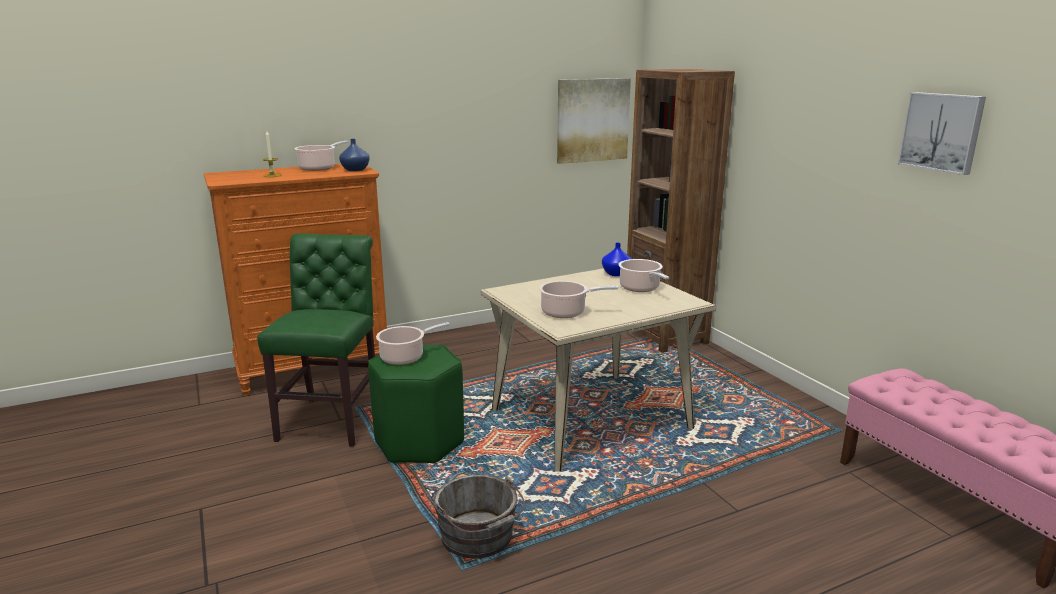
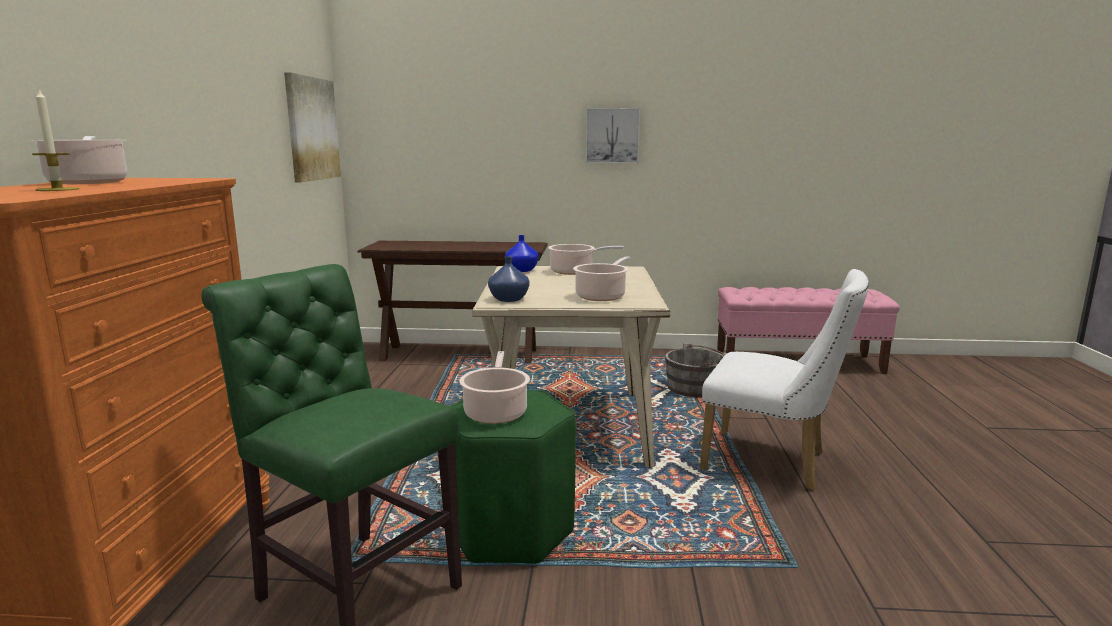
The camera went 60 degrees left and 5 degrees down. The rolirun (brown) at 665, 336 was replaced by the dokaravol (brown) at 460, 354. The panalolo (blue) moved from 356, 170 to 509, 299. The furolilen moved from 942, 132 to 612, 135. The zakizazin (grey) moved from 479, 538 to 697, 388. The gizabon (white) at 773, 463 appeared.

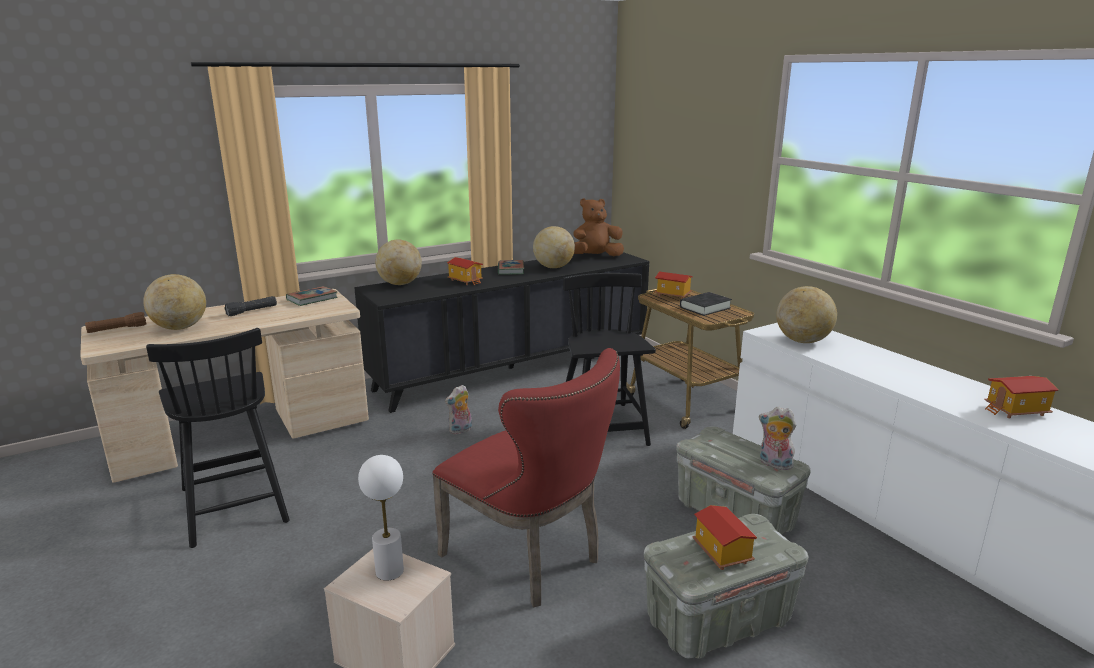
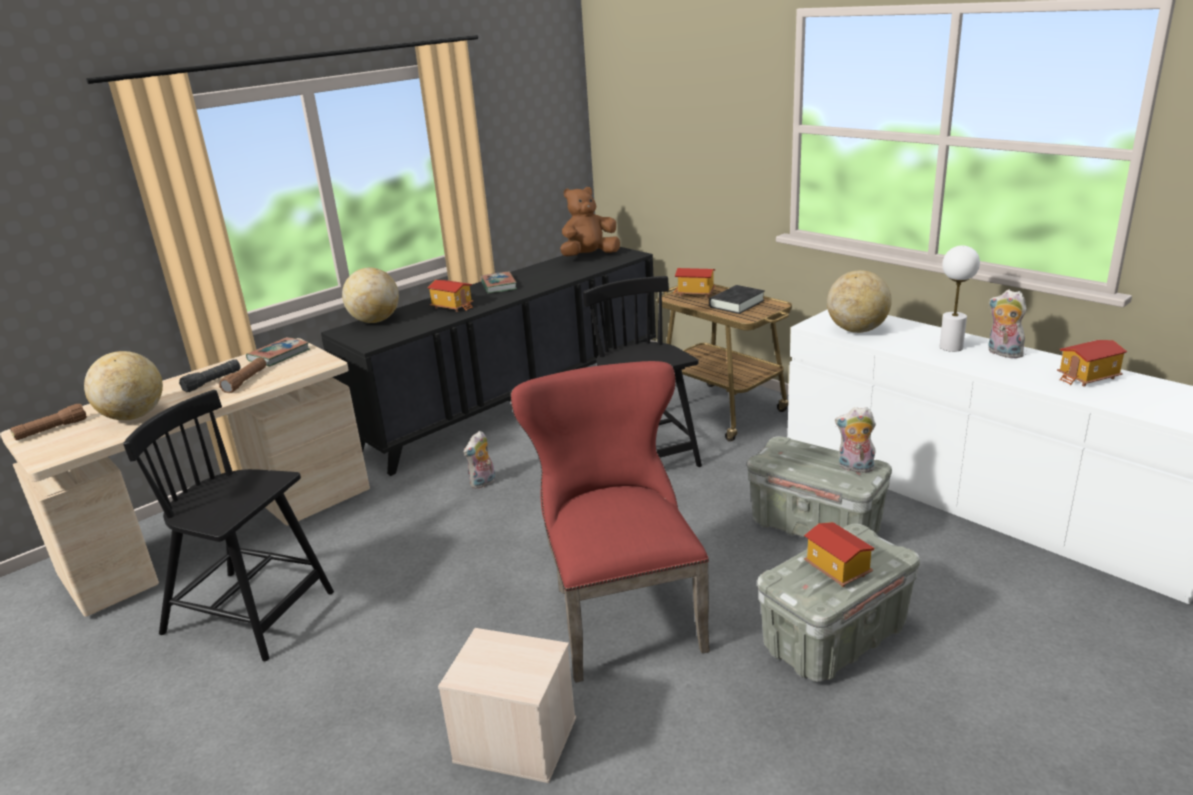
The camera went 10 degrees left and 5 degrees up. The gizabon (black) at 234, 503 turned 150 degrees clockwise. The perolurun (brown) at 246, 381 appeared. The gizabon (red) at 530, 559 turned 135 degrees counterclockwise. The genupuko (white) moved from 390, 571 to 951, 347. The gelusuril at 1002, 353 appeared. The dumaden at 553, 267 disappeared.

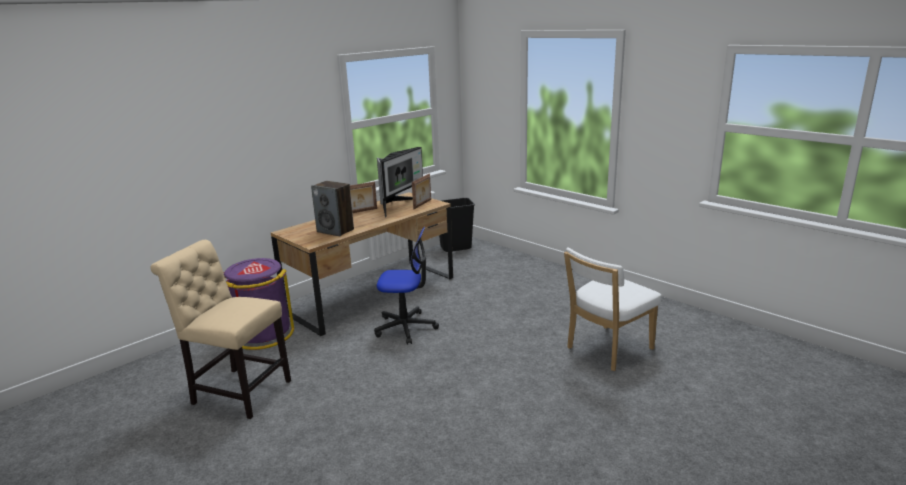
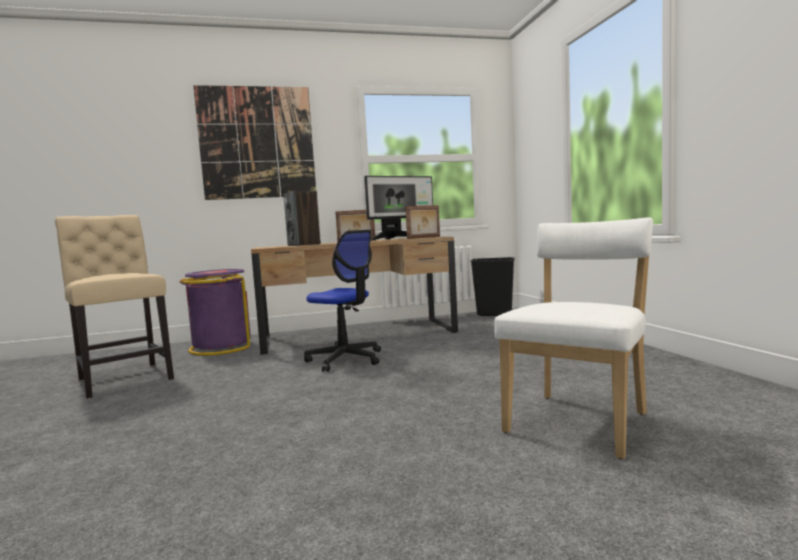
The camera went 30 degrees right and 15 degrees down. The furolilen at 257, 142 appeared. The gizabon (white) at 606, 349 turned 135 degrees clockwise.

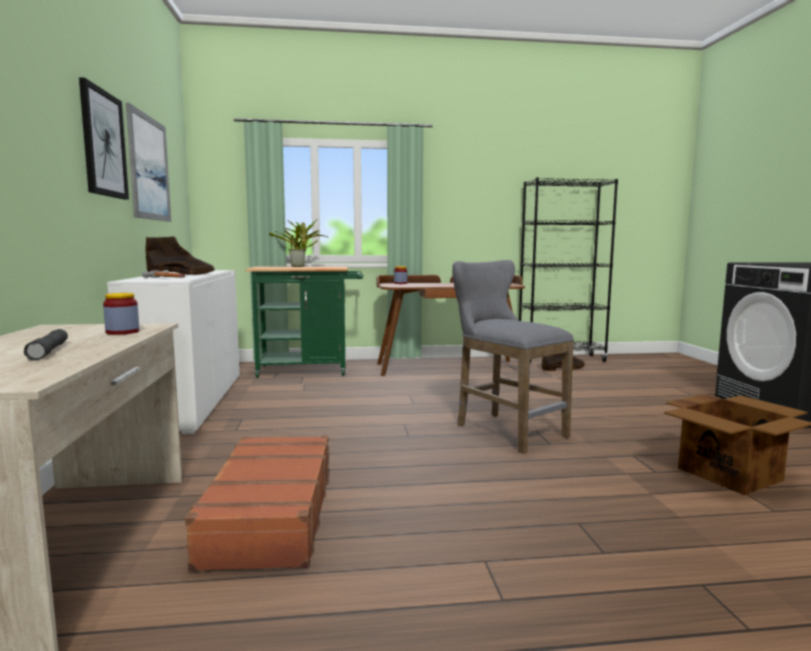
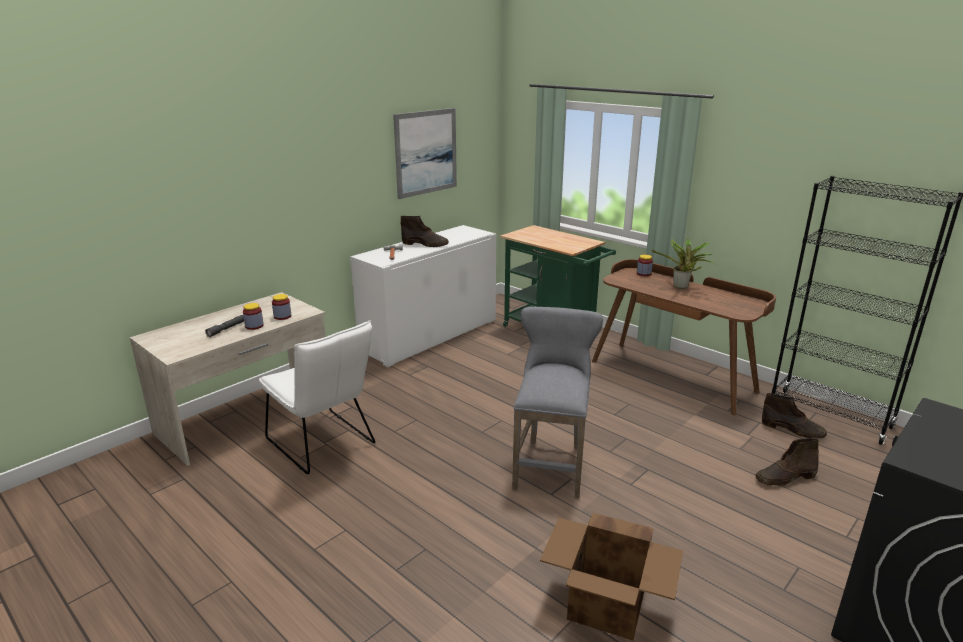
The camera went 50 degrees right and 15 degrees up. The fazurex at 254, 326 appeared. The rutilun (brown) at 269, 516 was replaced by the gizabon (white) at 324, 444. The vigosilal moved from 299, 266 to 681, 287. The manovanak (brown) at 785, 478 appeared. The furolilen at 103, 144 disappeared.

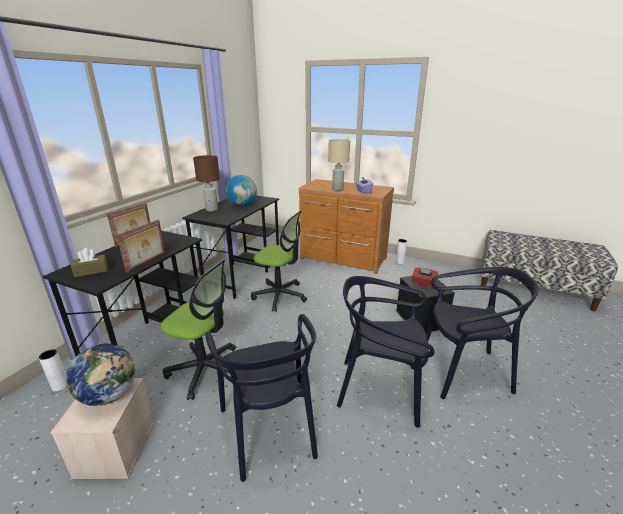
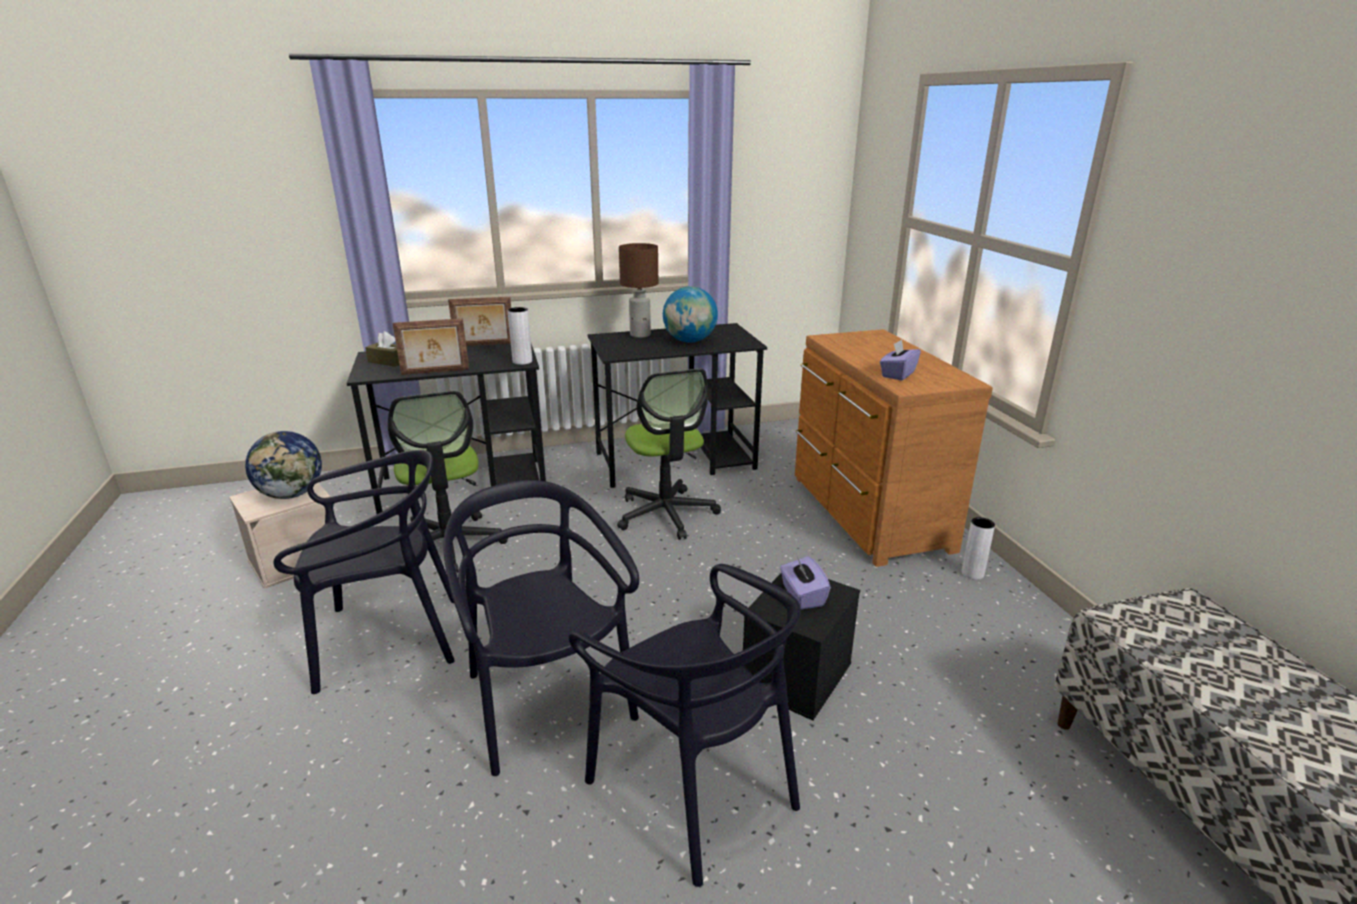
The camera went 50 degrees right and 0 degrees up. The gizabon (black) at 269, 429 turned 135 degrees counterclockwise. The panalolo (white) moved from 60, 385 to 522, 361. The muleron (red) at 423, 283 became the muleron (purple) at 802, 596. The genupuko (beige) at 337, 189 disappeared.

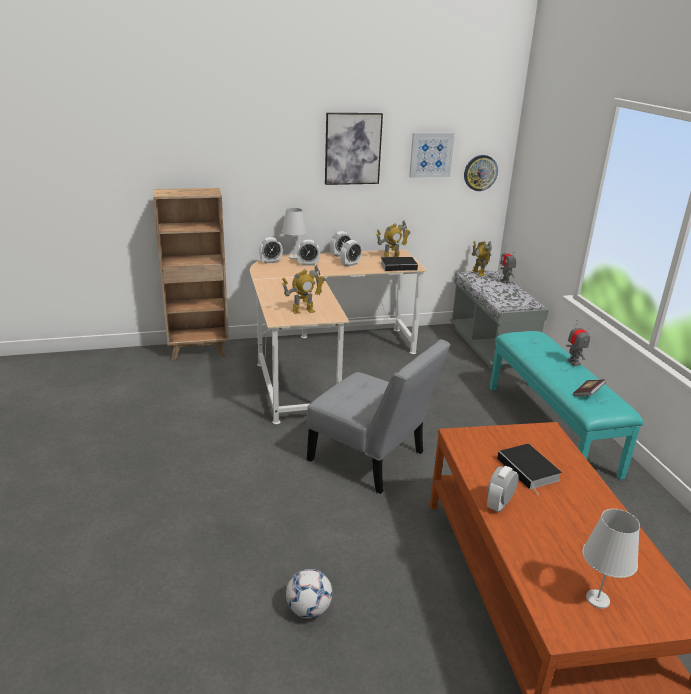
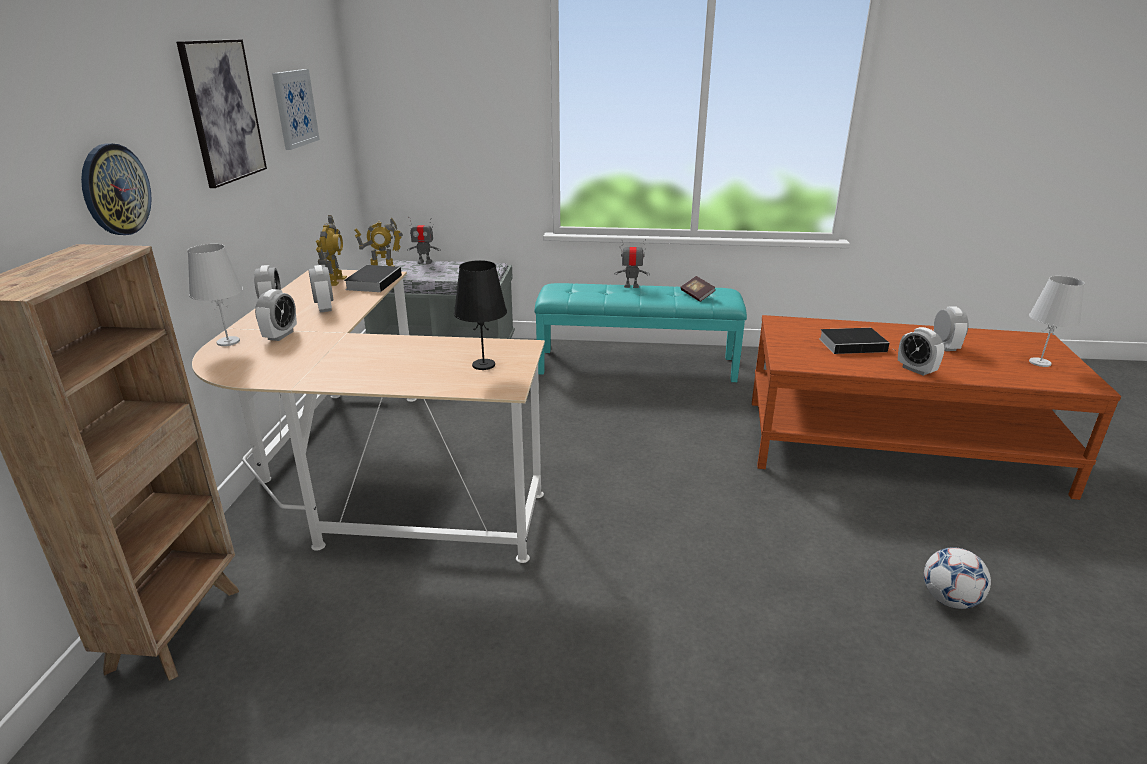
The camera went 70 degrees left and 0 degrees up. The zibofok moved from 480, 172 to 115, 190. The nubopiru at 303, 311 was replaced by the genupuko (black) at 484, 365. The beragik moved from 271, 261 to 945, 346. The gizabon (grey) at 371, 459 disappeared.

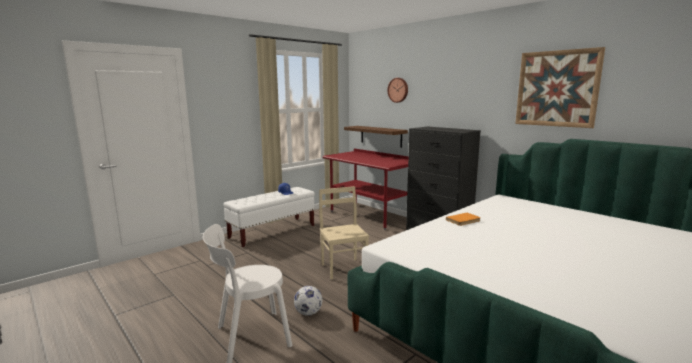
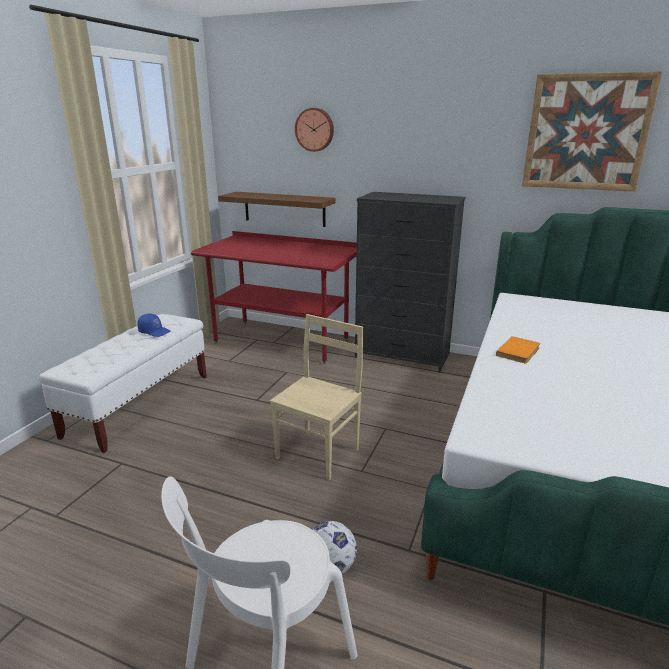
The camera went 25 degrees left and 10 degrees up. The gizabon (beige) at 344, 268 turned 75 degrees clockwise.

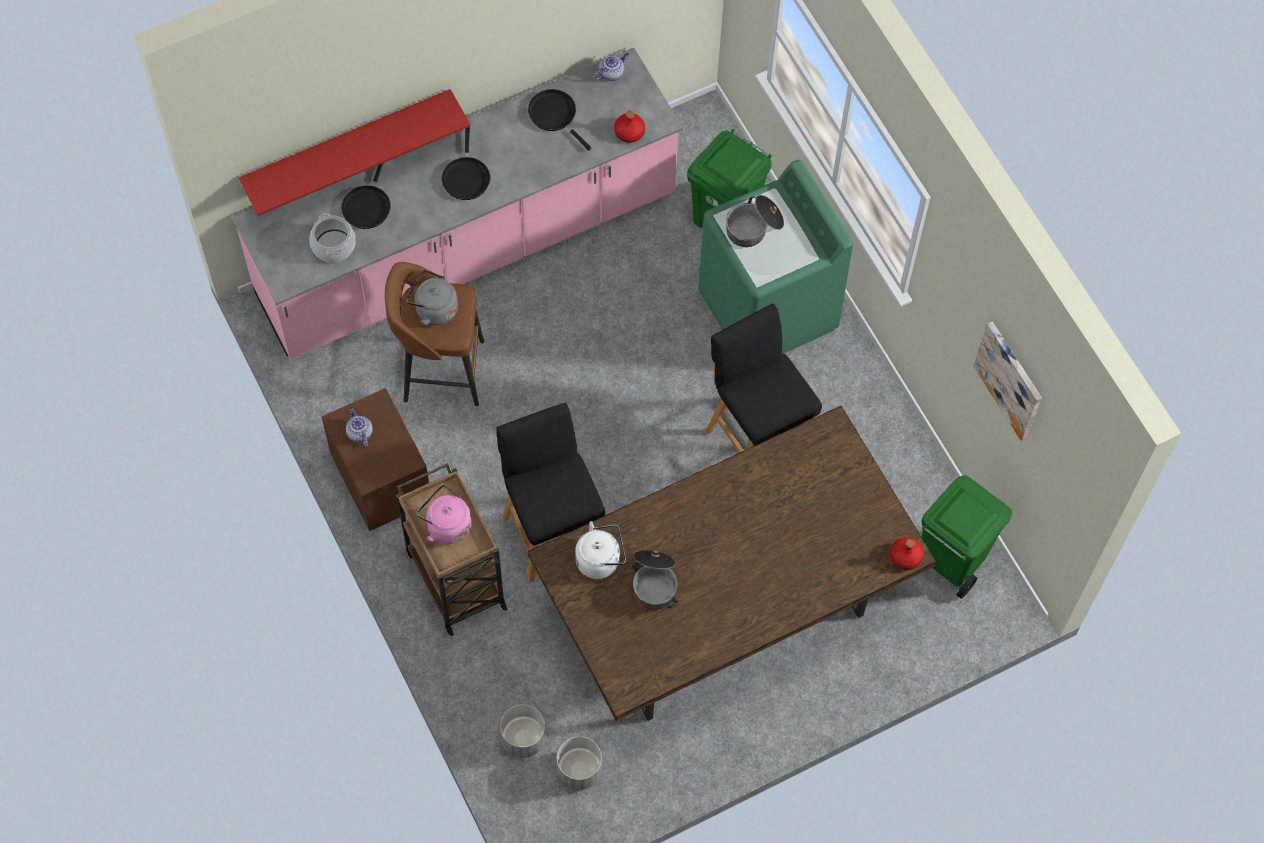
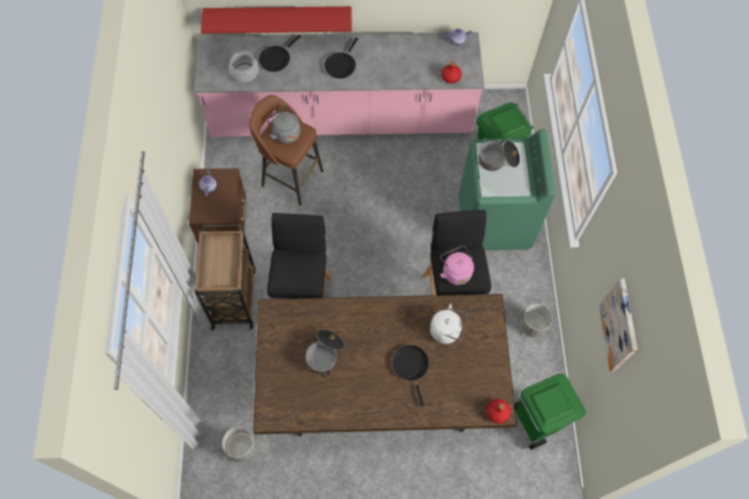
The camera went 25 degrees right and 0 degrees up. The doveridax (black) moved from 554, 115 to 411, 367. The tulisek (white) moved from 600, 560 to 447, 331. The tulisek (pink) moved from 446, 525 to 455, 271. The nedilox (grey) moved from 524, 739 to 533, 326.

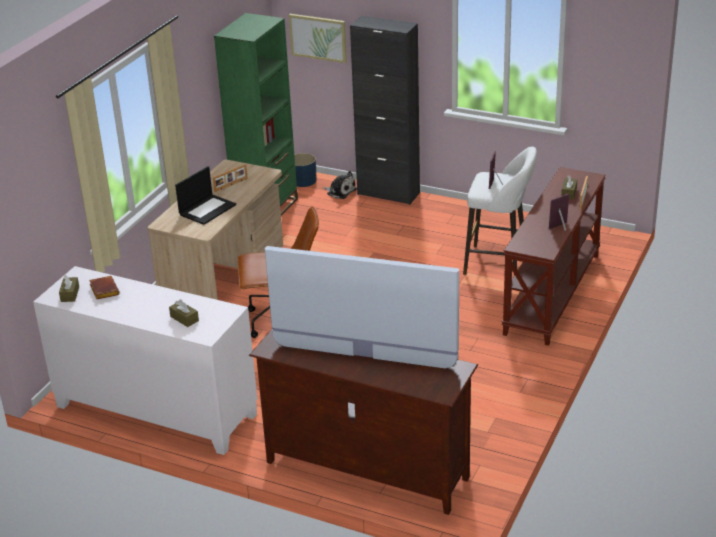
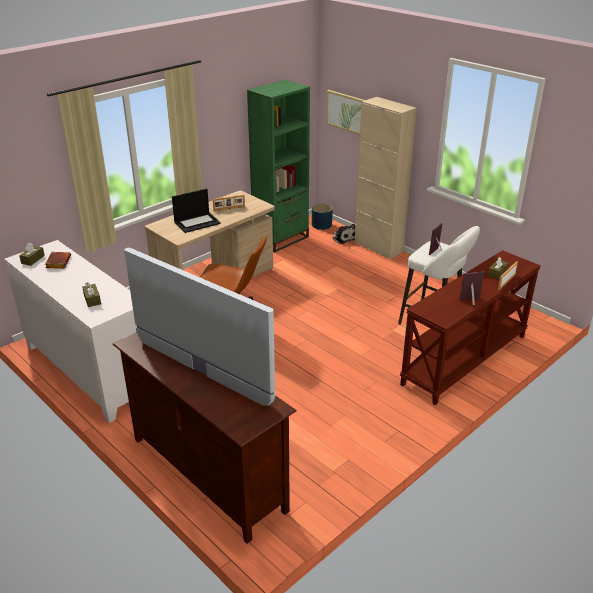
The camera went 20 degrees right and 0 degrees up. The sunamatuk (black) at 388, 193 became the sunamatuk (beige) at 378, 247.

